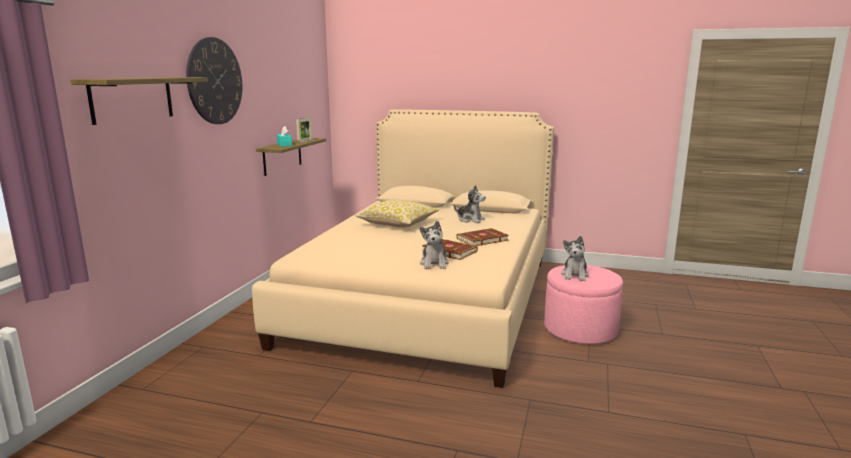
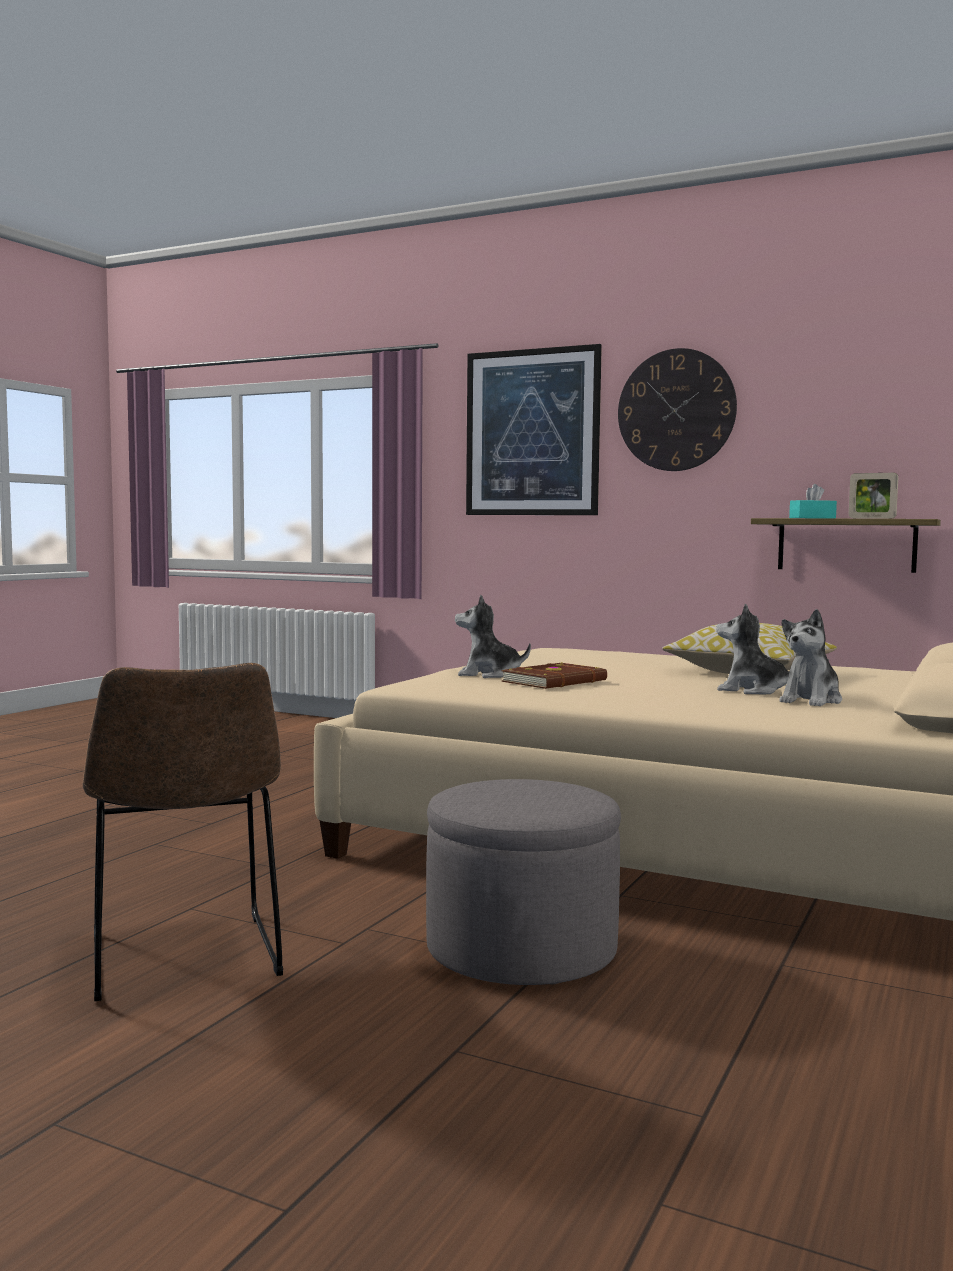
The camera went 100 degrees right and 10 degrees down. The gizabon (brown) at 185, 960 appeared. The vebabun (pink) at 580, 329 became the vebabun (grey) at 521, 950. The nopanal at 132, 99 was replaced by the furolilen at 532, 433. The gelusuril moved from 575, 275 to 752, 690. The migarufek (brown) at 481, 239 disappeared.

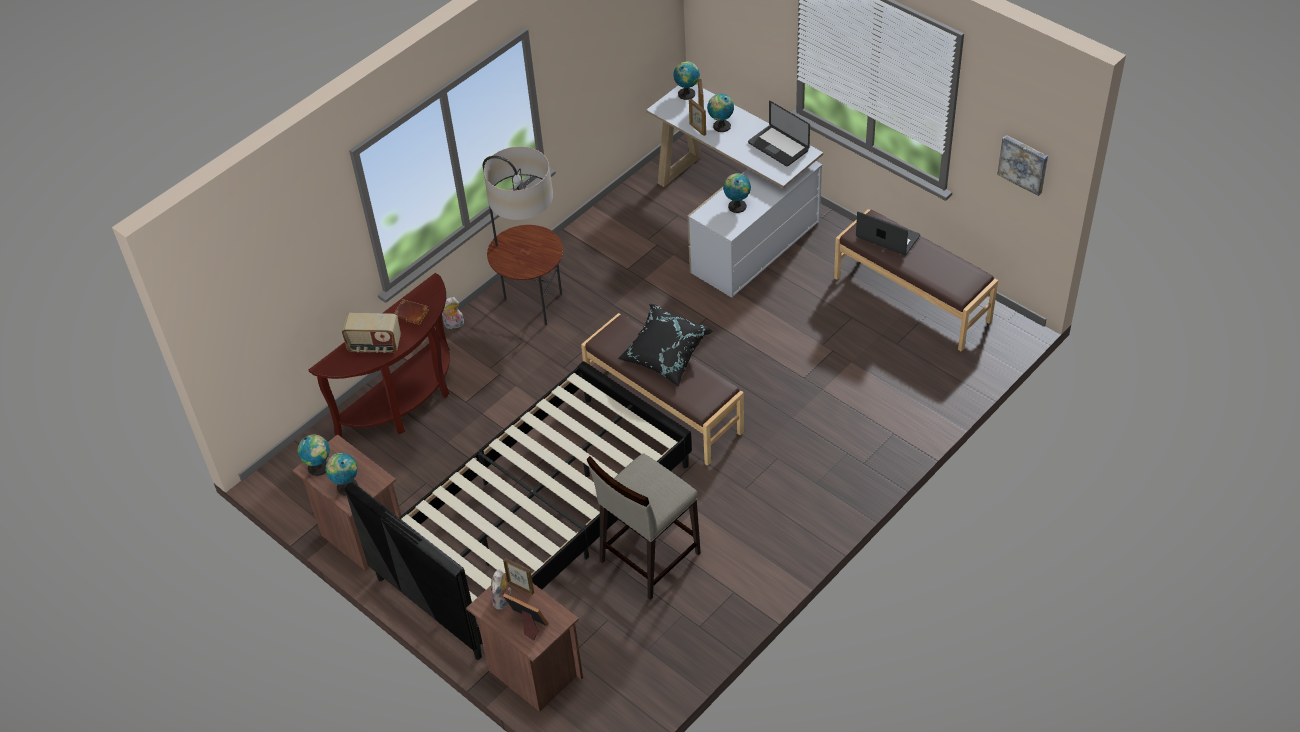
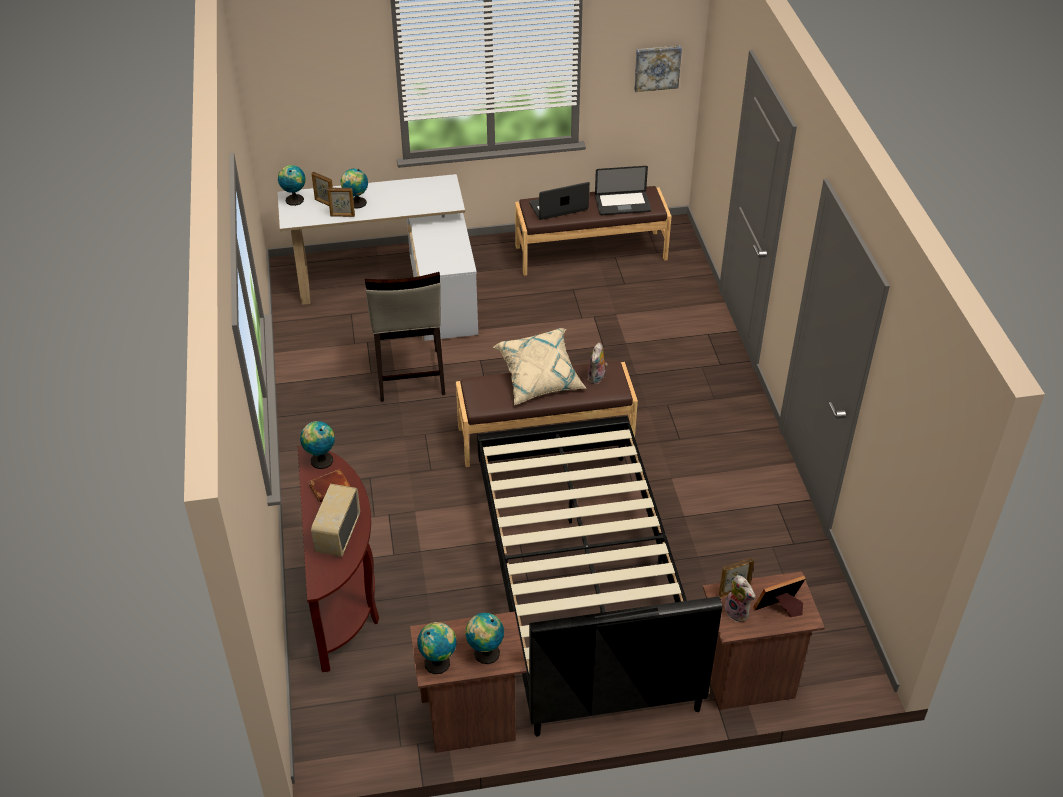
The camera went 55 degrees left and 5 degrees down. The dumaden moved from 737, 205 to 320, 460. The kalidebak at 374, 346 turned 150 degrees clockwise. The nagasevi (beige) moved from 648, 557 to 409, 376. The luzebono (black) at 665, 356 became the luzebono (beige) at 539, 379. The gelusuril moved from 454, 325 to 597, 378. The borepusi moved from 778, 147 to 622, 204. The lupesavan at 532, 304 disappeared.

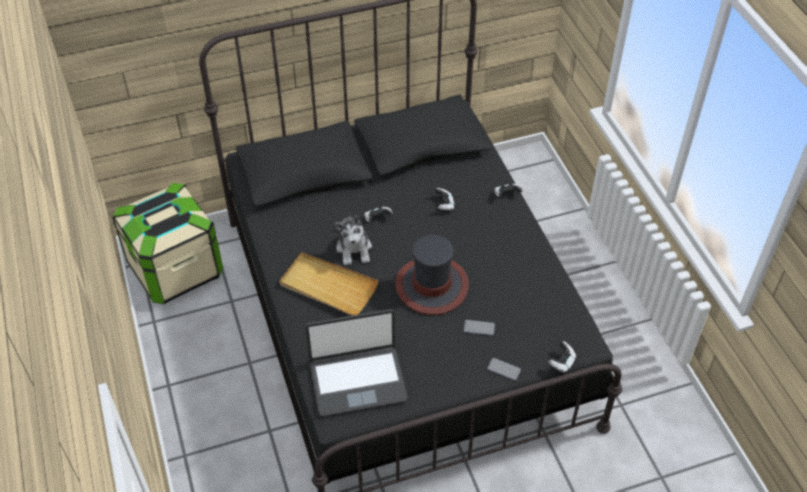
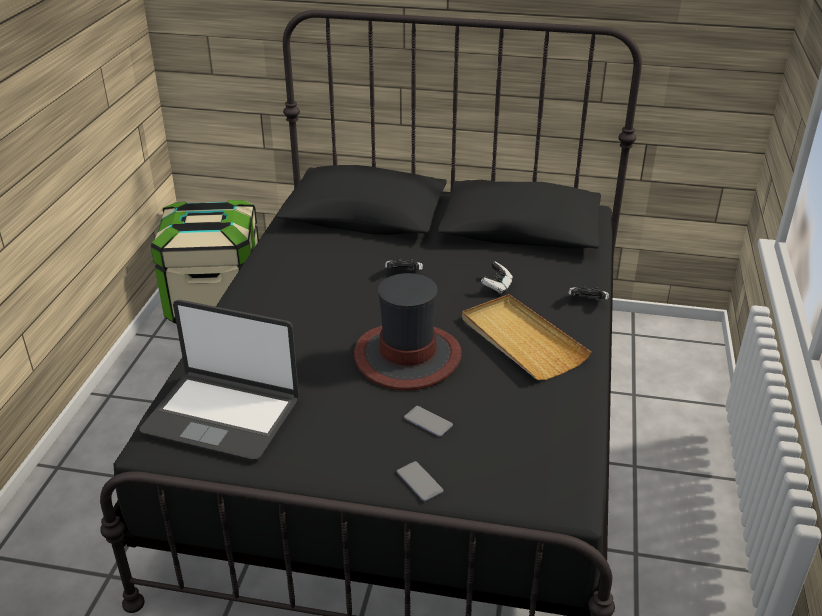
The camera went 30 degrees right and 15 degrees down. The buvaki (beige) moved from 328, 286 to 521, 340. The gelusuril at 354, 249 disappeared. The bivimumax at 562, 362 disappeared.

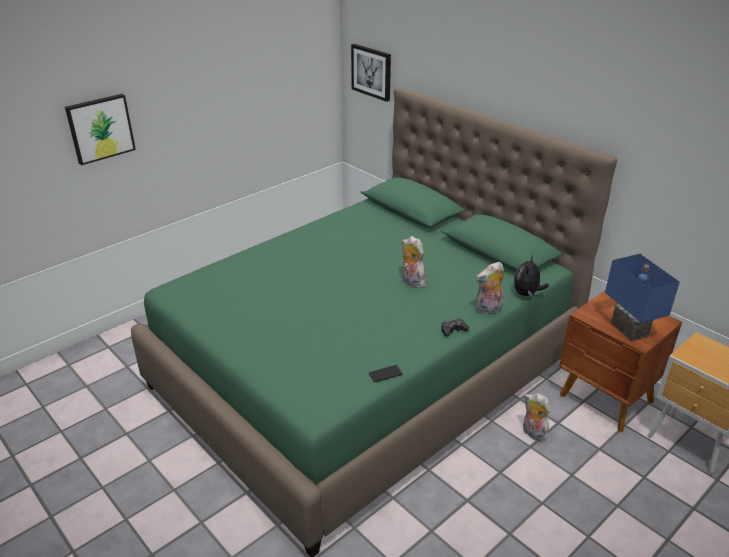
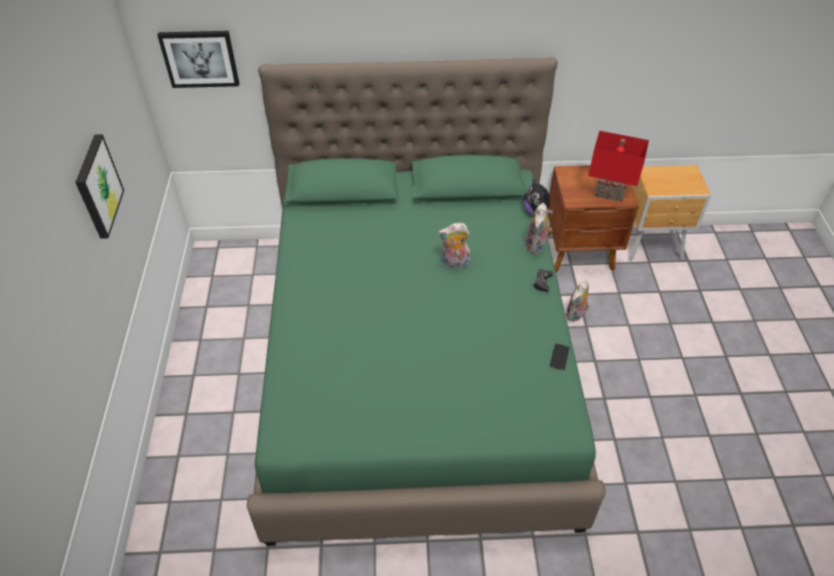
The camera went 50 degrees left and 15 degrees up. The furolilen moved from 100, 128 to 97, 186. The gelusuril at 532, 433 turned 45 degrees counterclockwise. The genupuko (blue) at 631, 329 became the genupuko (red) at 610, 192.

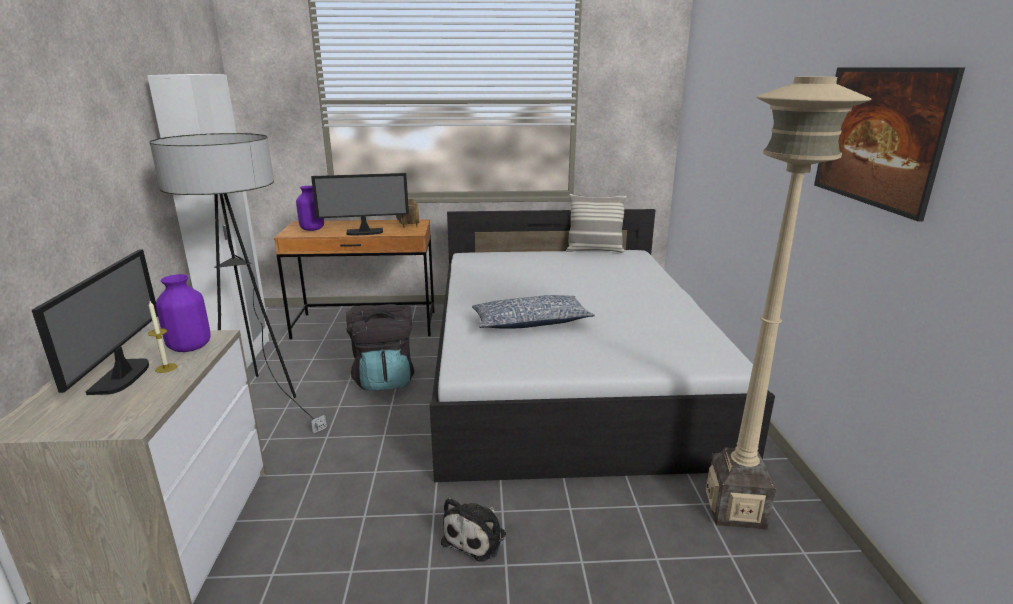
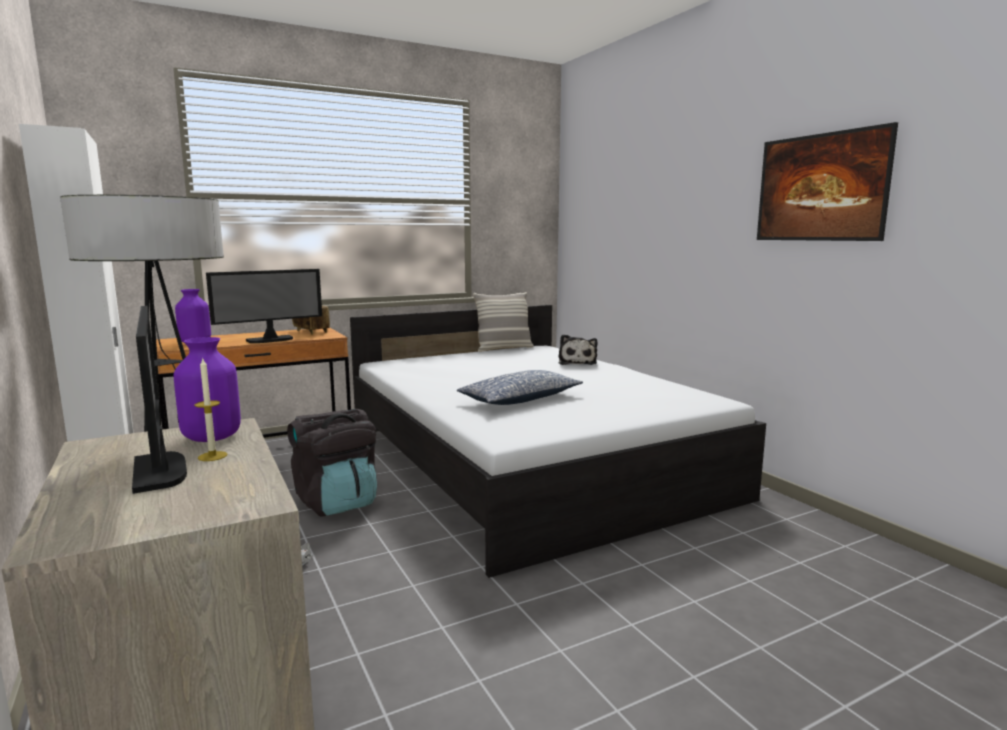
The camera went 25 degrees left and 10 degrees down. The gelusuril moved from 477, 536 to 577, 362. The lupesavan (beige) at 736, 510 disappeared.

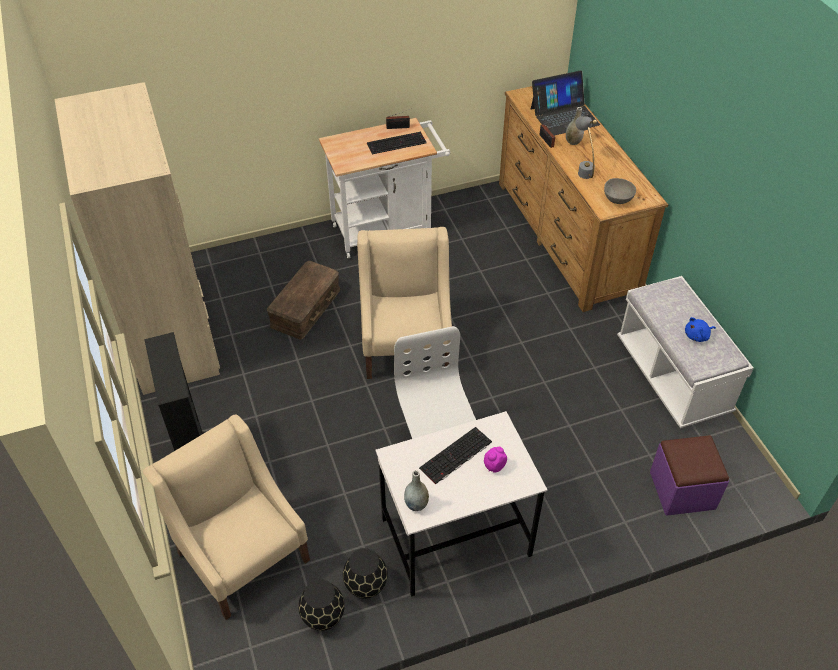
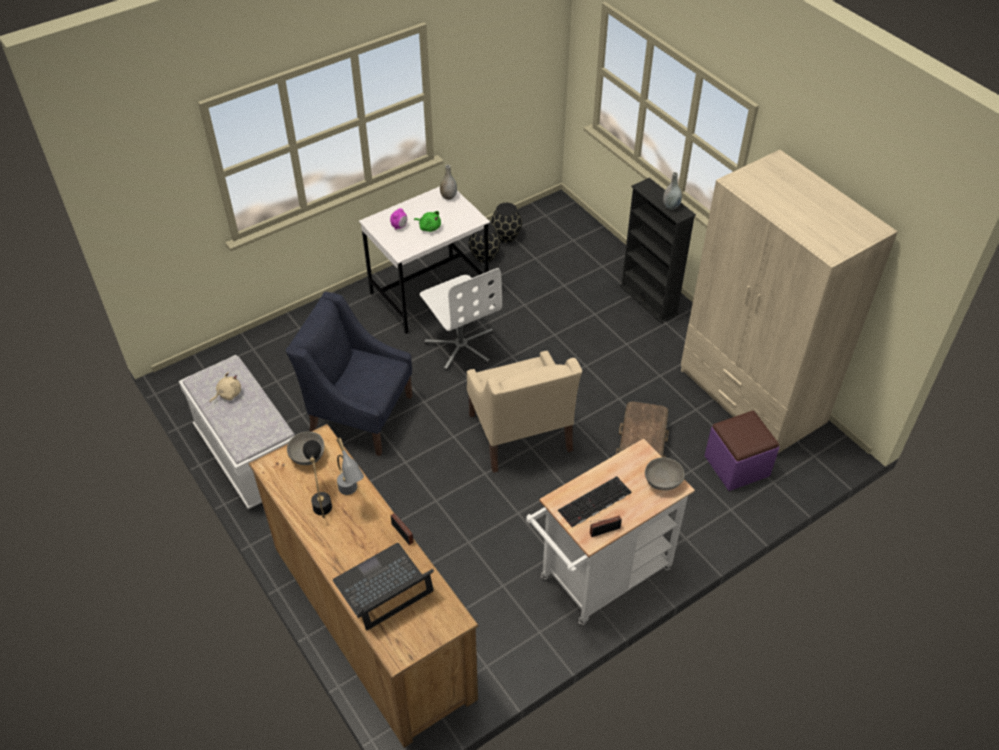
The camera went 165 degrees right and 0 degrees up. The gelusuril (blue) at 697, 336 became the gelusuril (beige) at 228, 394. The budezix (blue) at 360, 414 appeared. The genupuko (black) at 321, 499 appeared. The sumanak at 456, 456 was replaced by the gelusuril (green) at 429, 227. The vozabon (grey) at 663, 482 appeared. The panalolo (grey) moved from 573, 142 to 671, 206. The vebabun (purple) moved from 682, 490 to 737, 465. The budezix (beige) at 243, 555 disappeared.

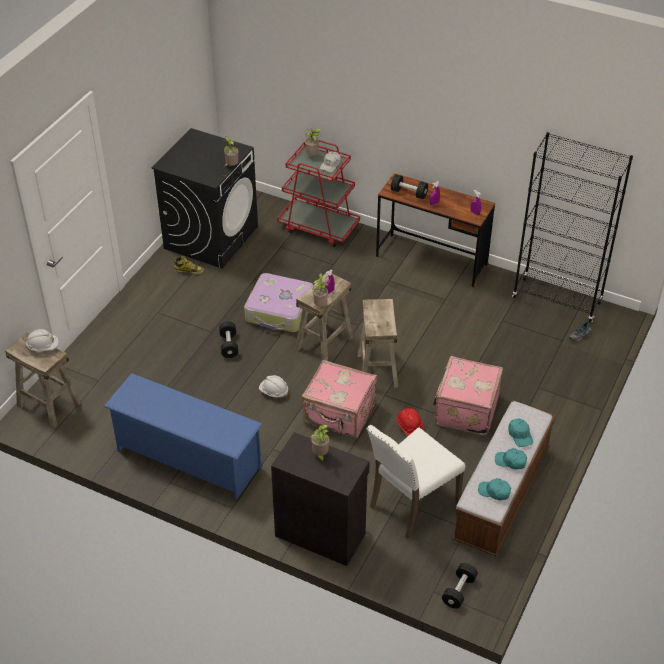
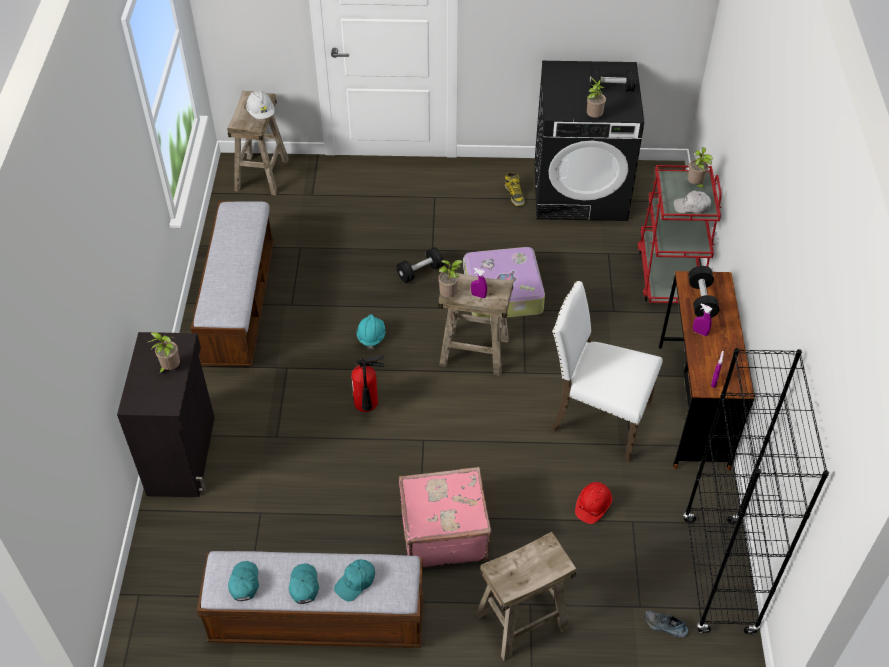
The camera went 65 degrees right and 5 degrees up. The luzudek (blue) at 188, 458 was replaced by the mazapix at 239, 304. The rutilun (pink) at 339, 415 was replaced by the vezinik at 367, 408. The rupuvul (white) at 273, 392 became the rupuvul (turquoise) at 371, 336. The nagasevi (beige) moved from 378, 370 to 522, 622. The gizabon (white) moved from 411, 505 to 597, 418. The rupuvul (red) moved from 409, 427 to 592, 506. The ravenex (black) moved from 459, 591 to 611, 88.

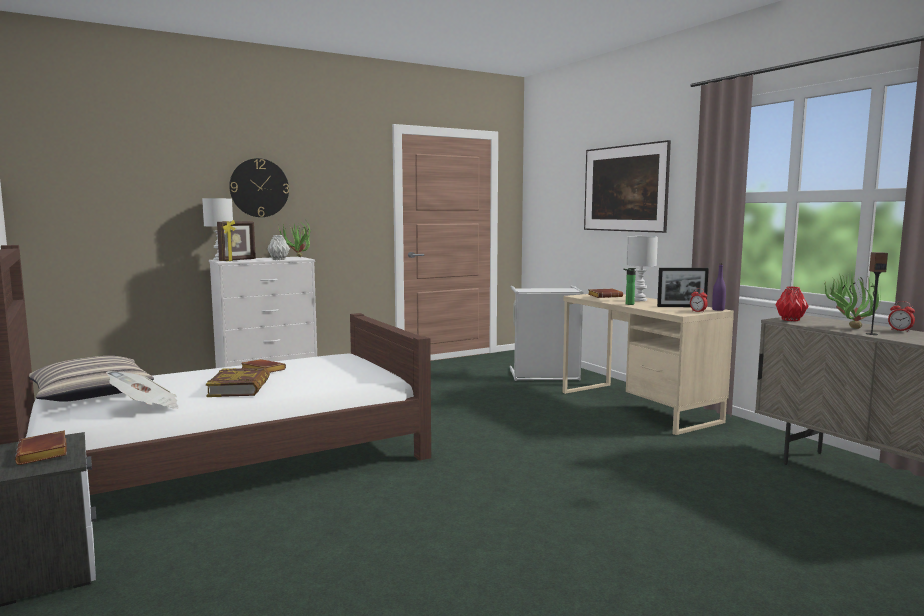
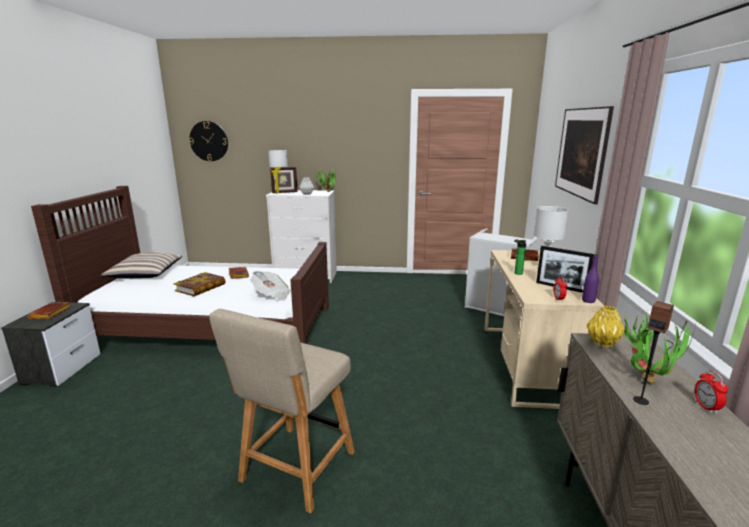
The camera went 35 degrees right and 10 degrees up. The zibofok moved from 259, 188 to 209, 141. The gizabon (beige) at 295, 470 appeared. The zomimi moved from 146, 407 to 272, 295. The panalolo (red) at 791, 320 became the panalolo (yellow) at 603, 343.

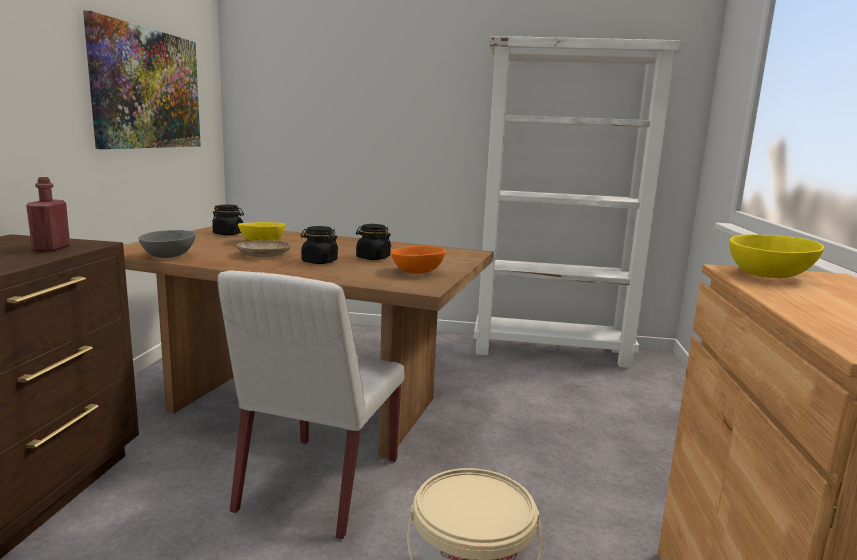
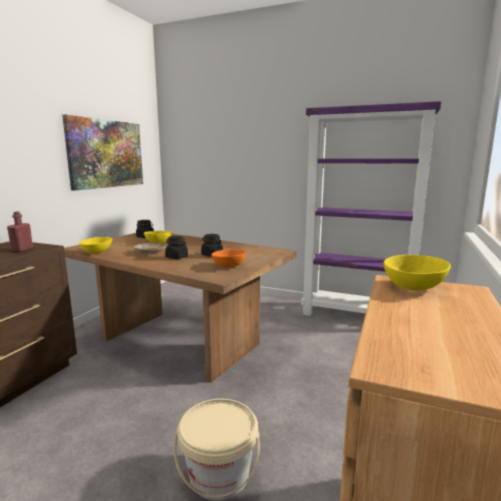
The camera went 15 degrees right and 0 degrees up. The vozabon (grey) at 169, 256 became the vozabon (yellow) at 97, 252. The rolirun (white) at 552, 351 became the rolirun (purple) at 357, 316. The gizabon (white) at 319, 486 disappeared.

